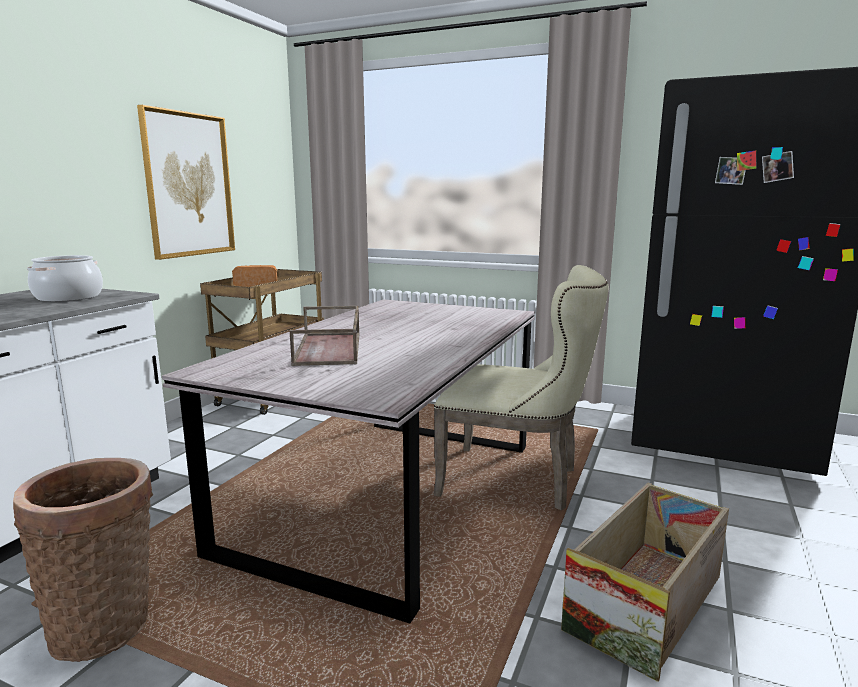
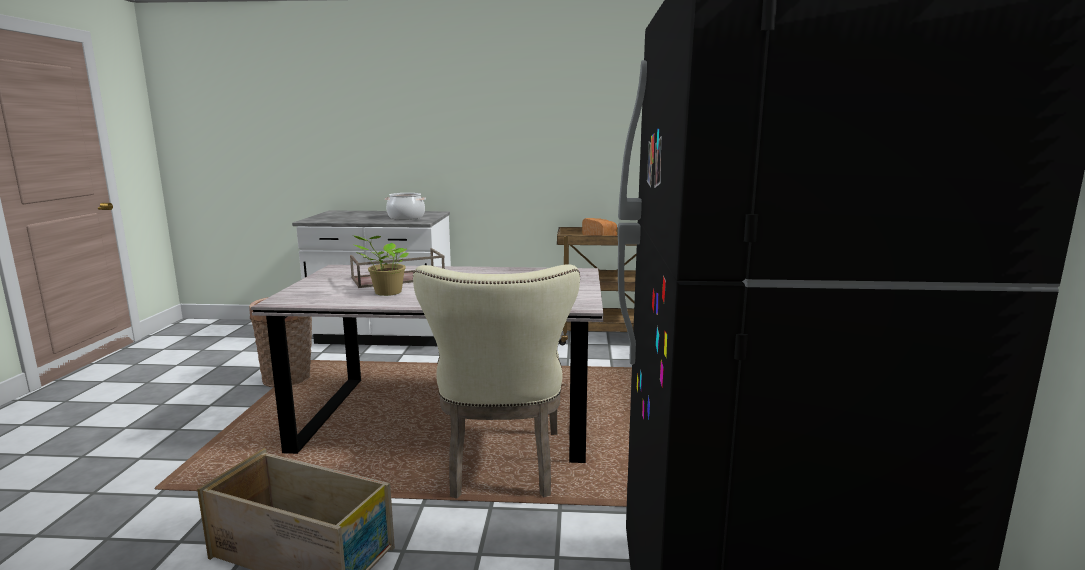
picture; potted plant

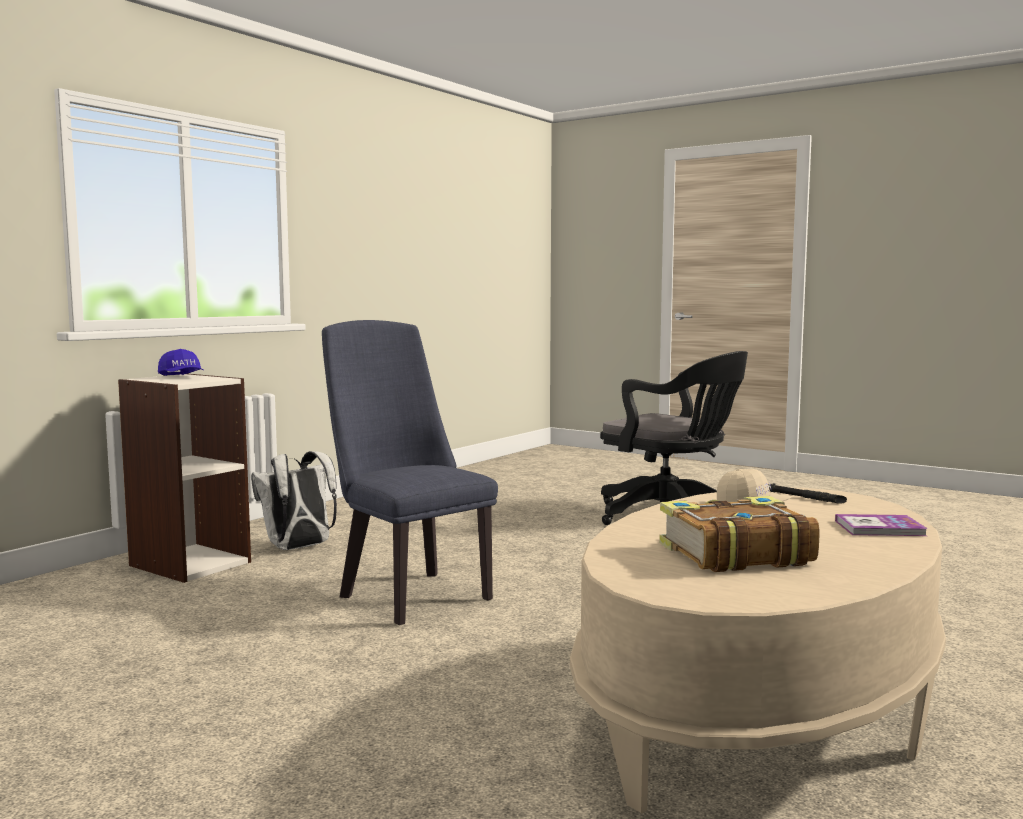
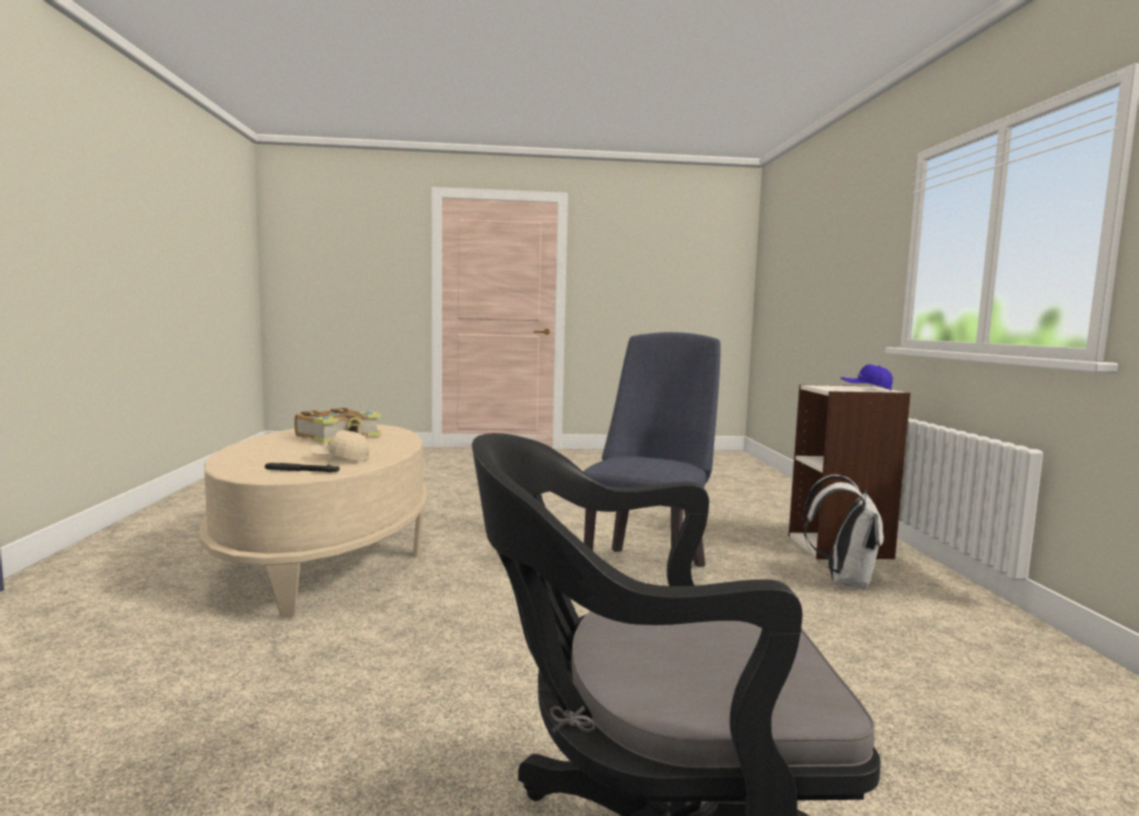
chair (blue); book (no. 2 from left in the first image)

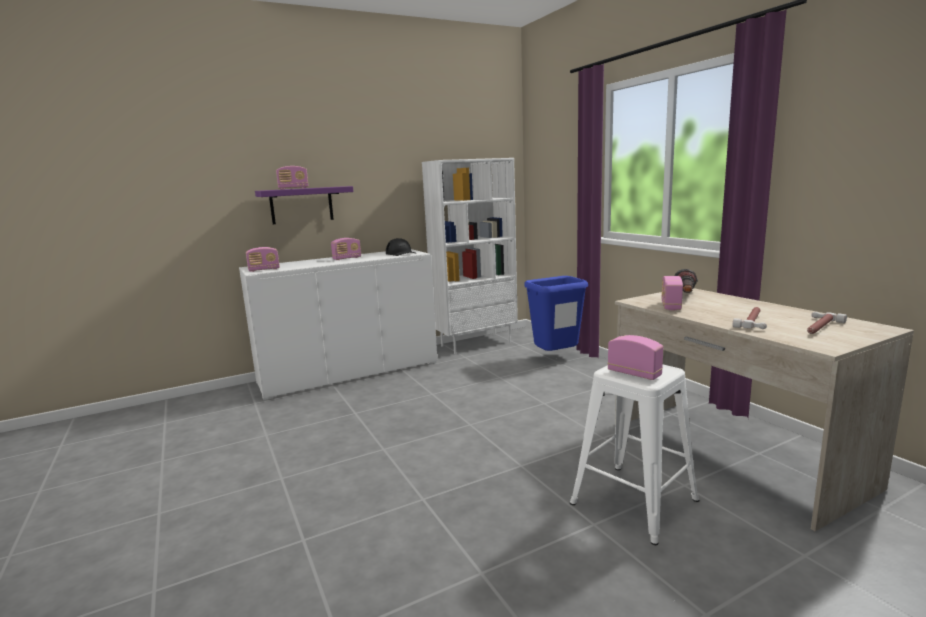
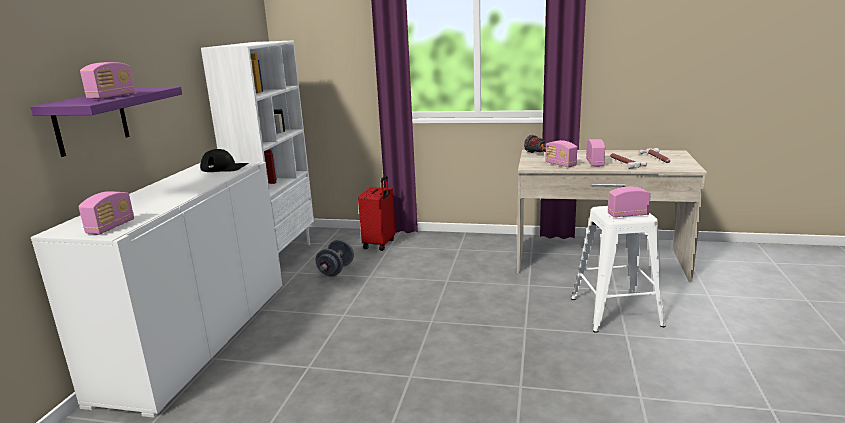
radio (no. 4 from left); suitcase (red); dumbbell (grey)

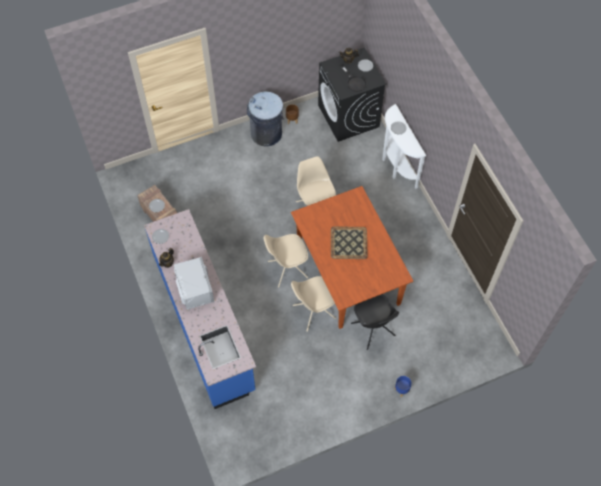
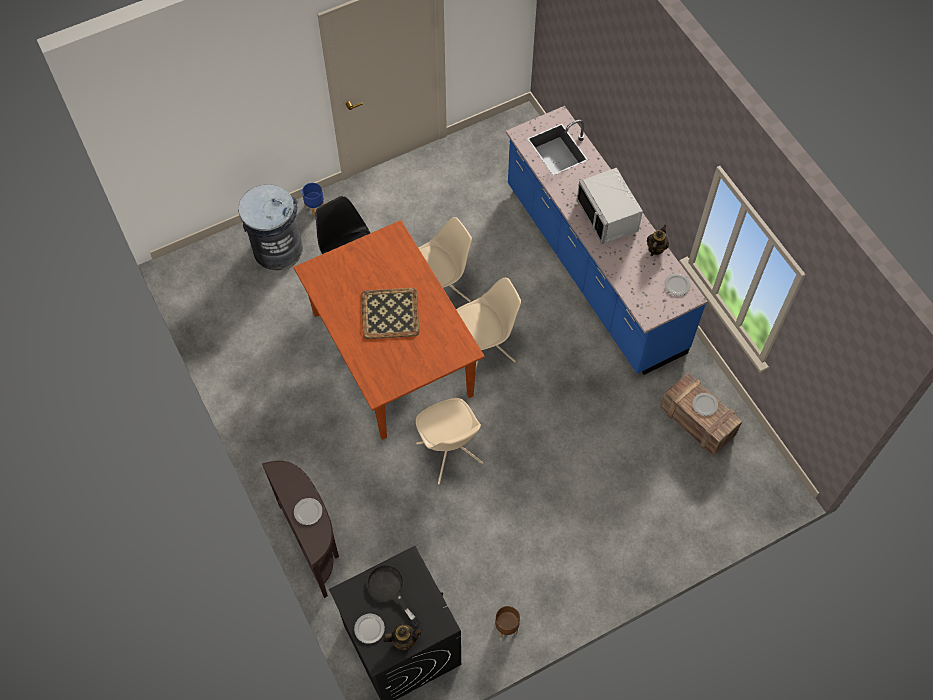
trash can (grey); console table (brown)

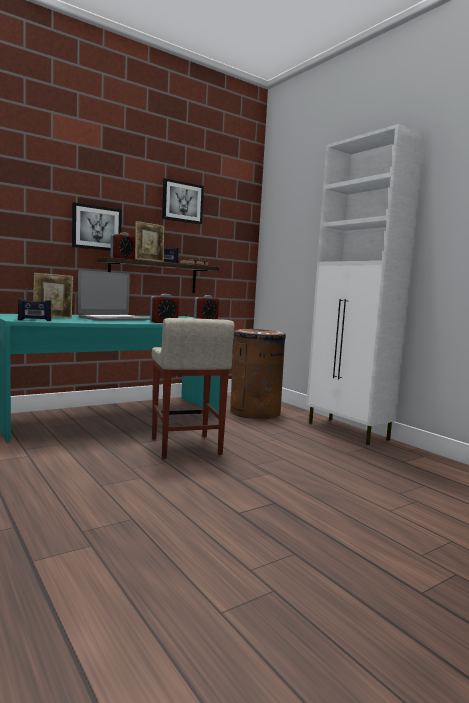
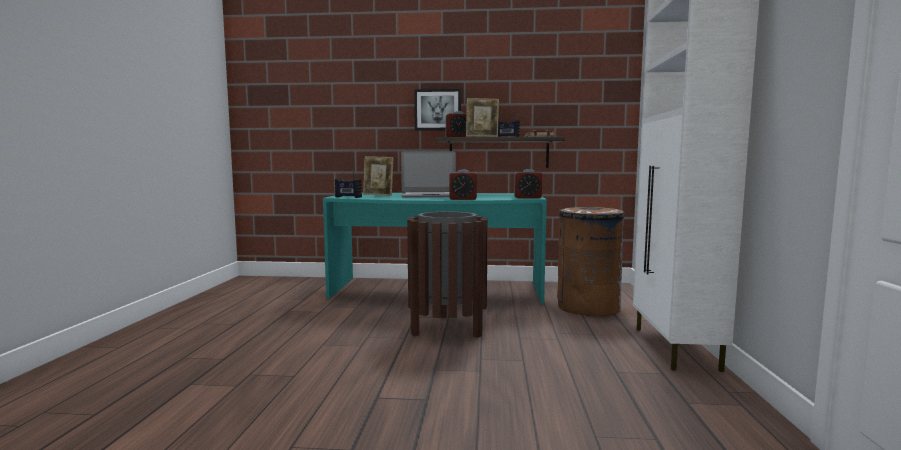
trash can (brown) (no. 1 from left); picture (no. 2 from left in the first image)

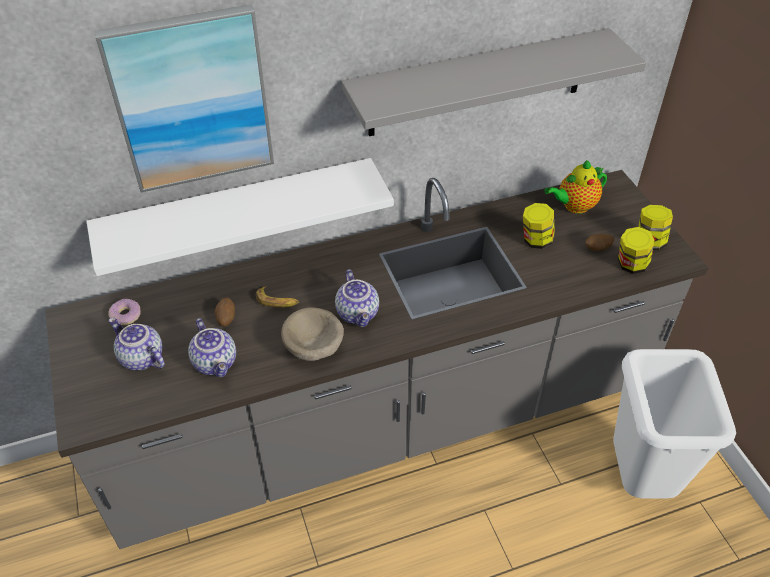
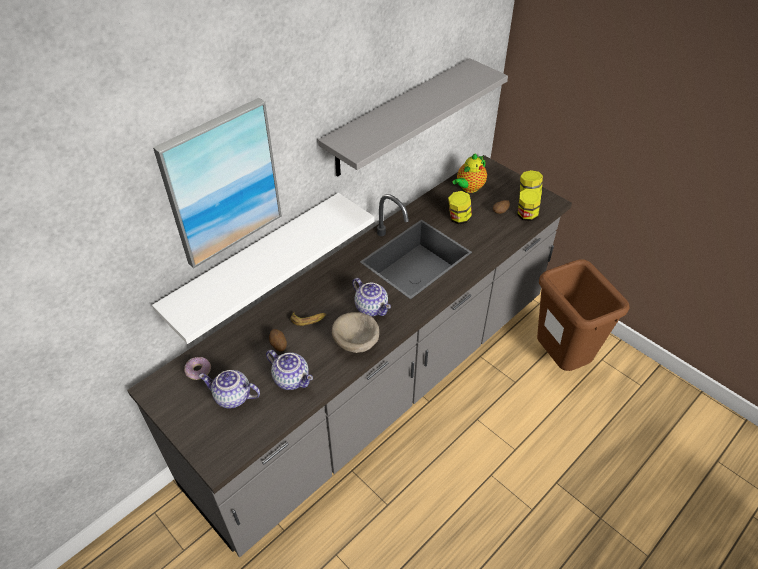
trash can (brown)

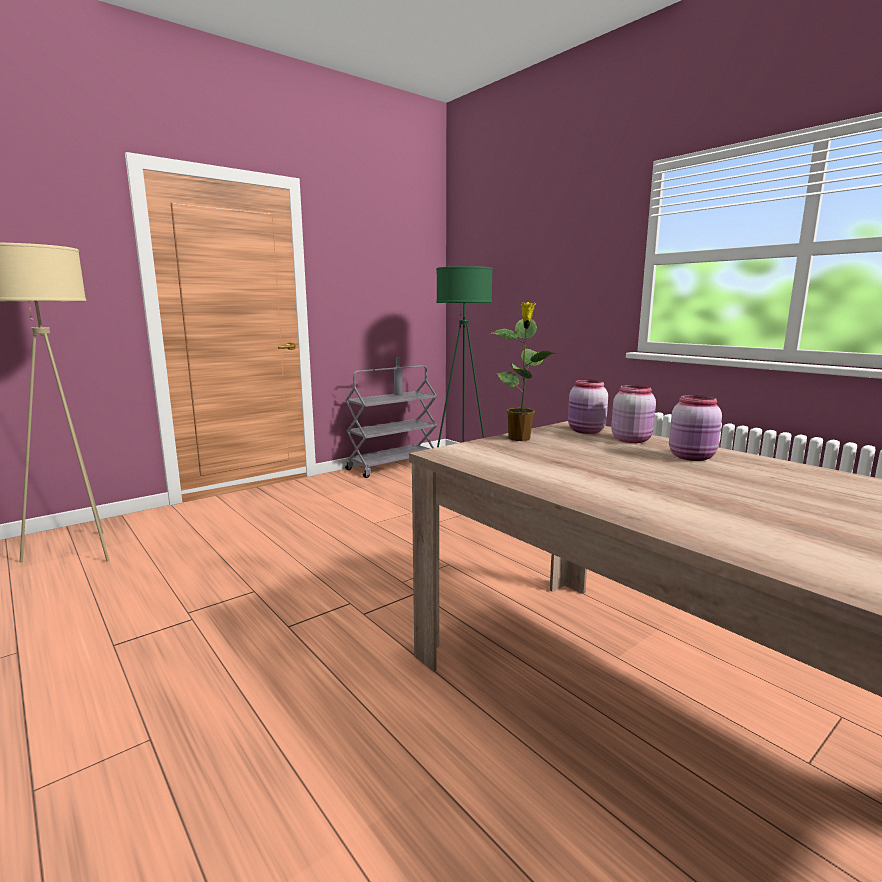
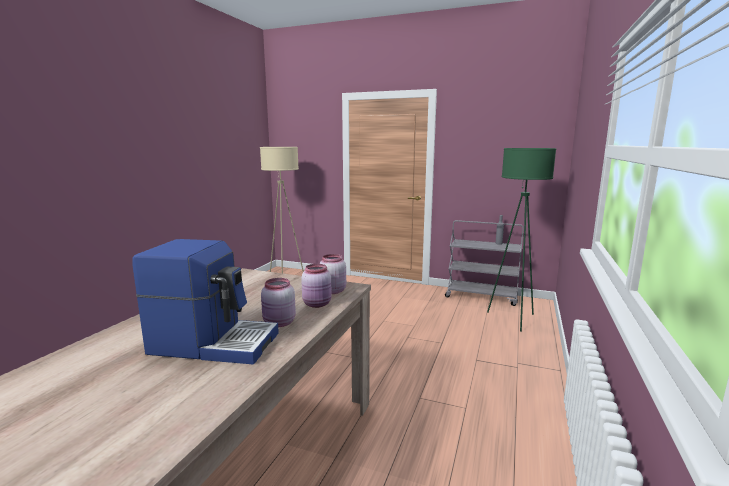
potted plant; coffee machine

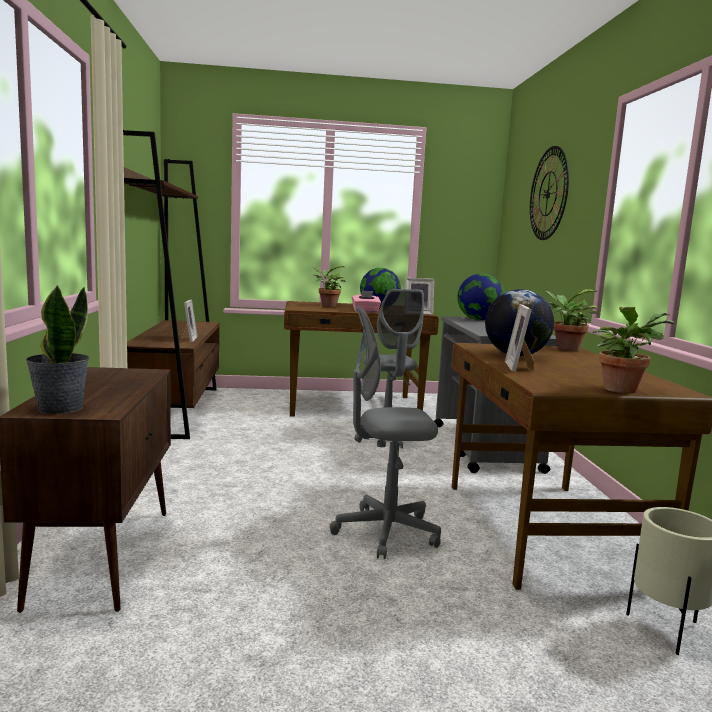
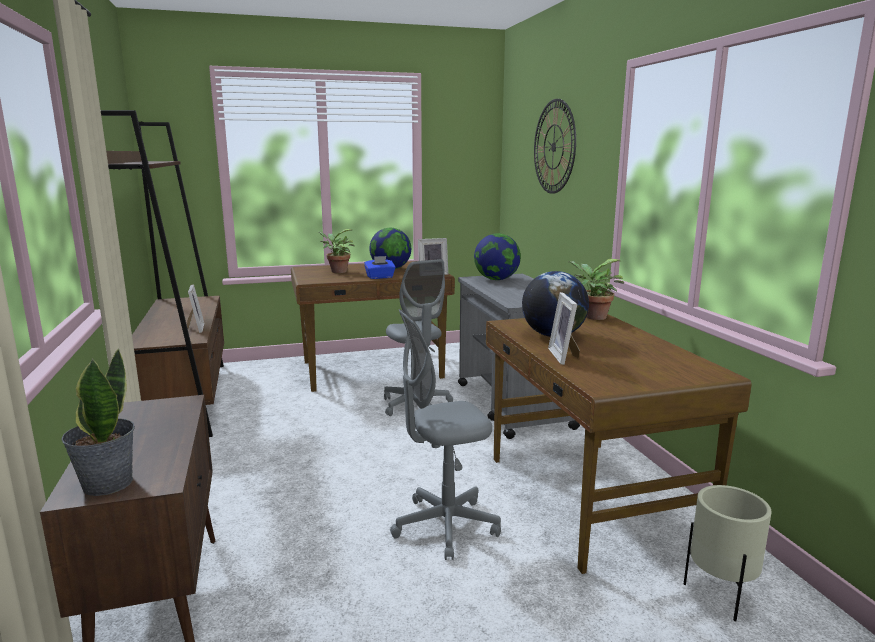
tissue box (blue); potted plant (no. 4 from left in the first image)

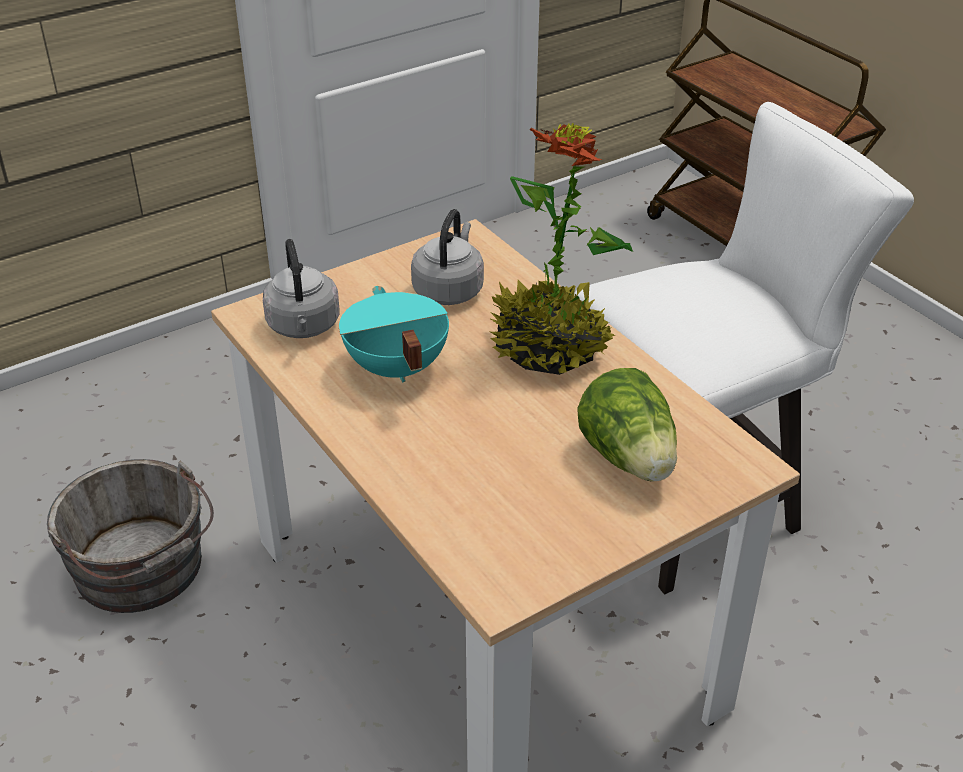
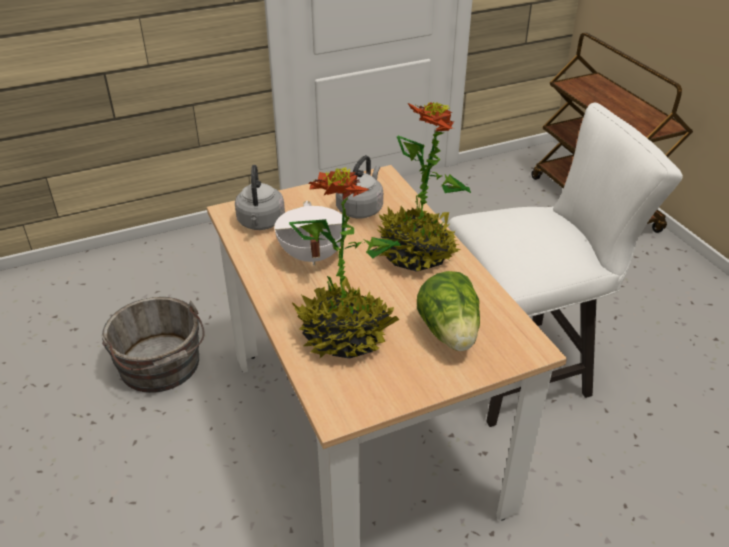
cooking pot (white); potted plant (no. 1 from left)

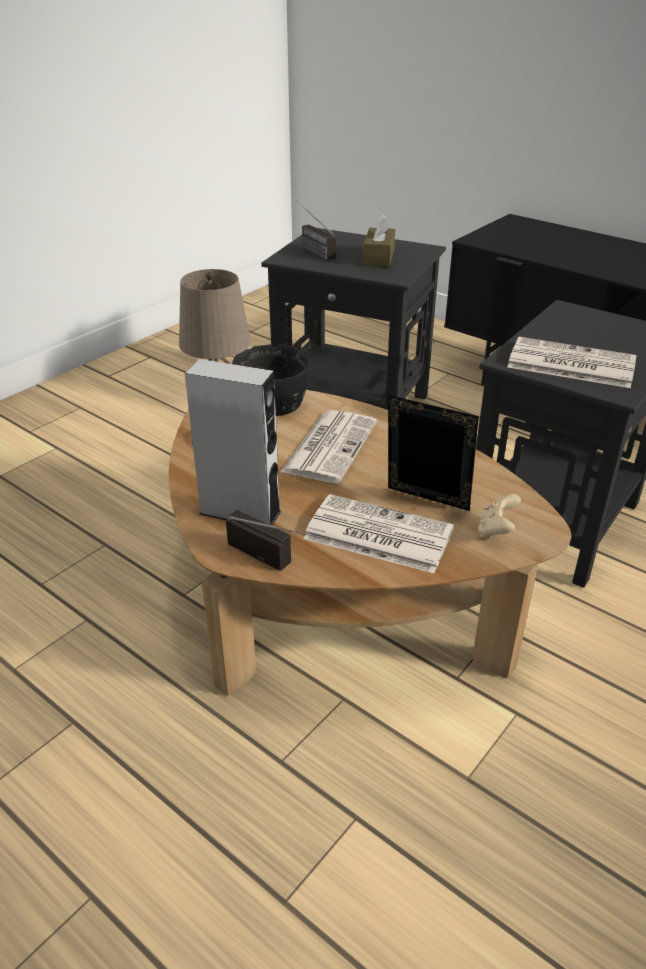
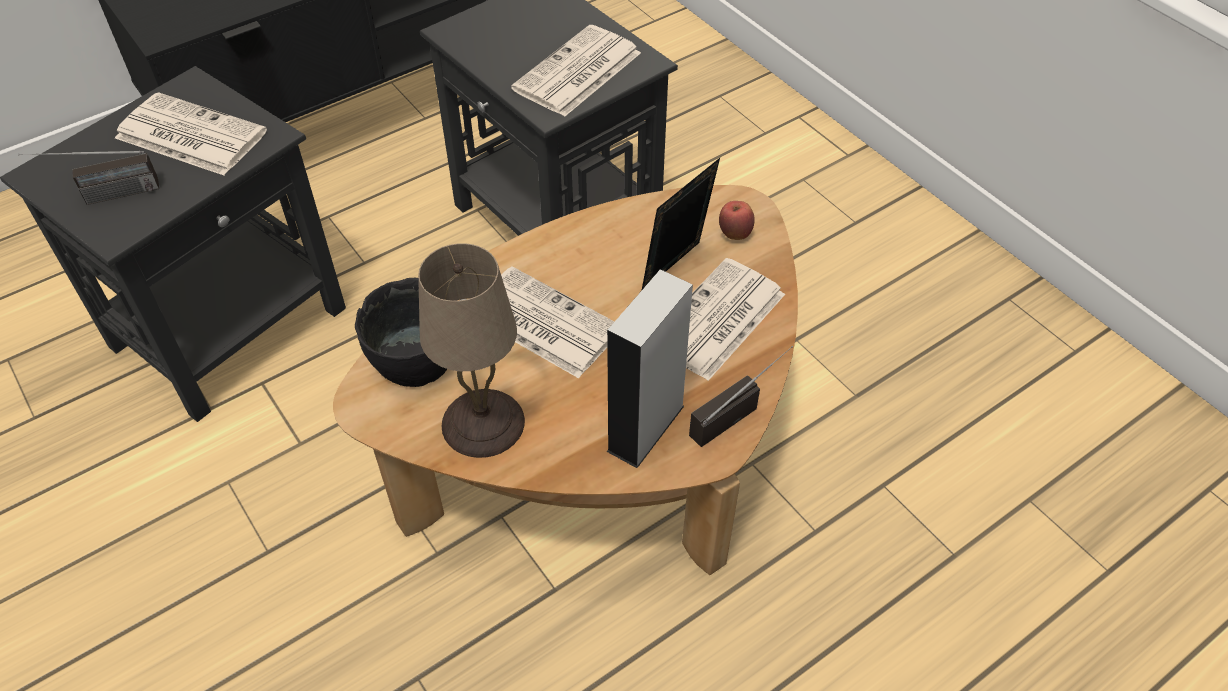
newspaper (no. 1 from left); apple

